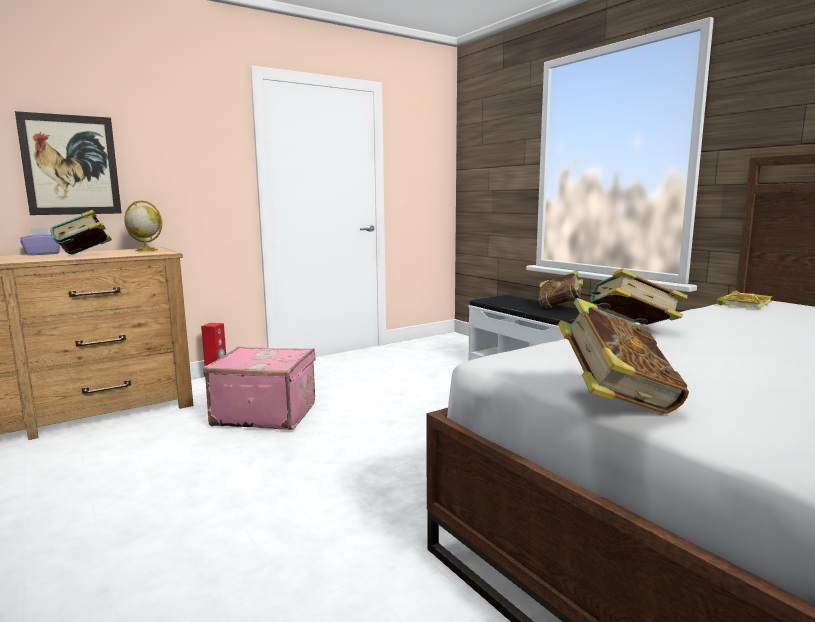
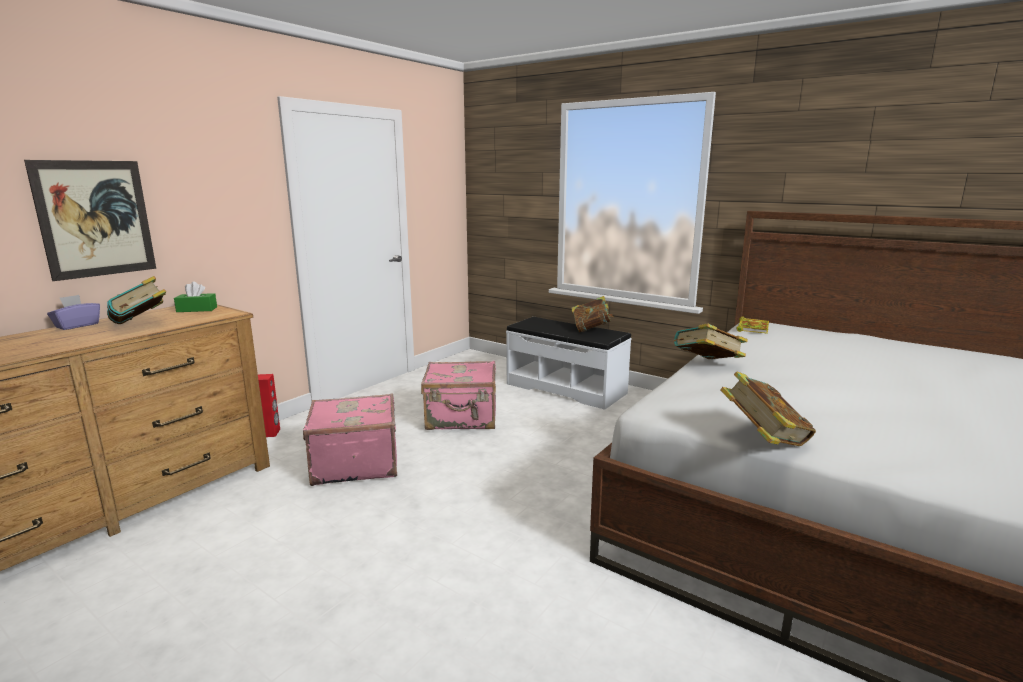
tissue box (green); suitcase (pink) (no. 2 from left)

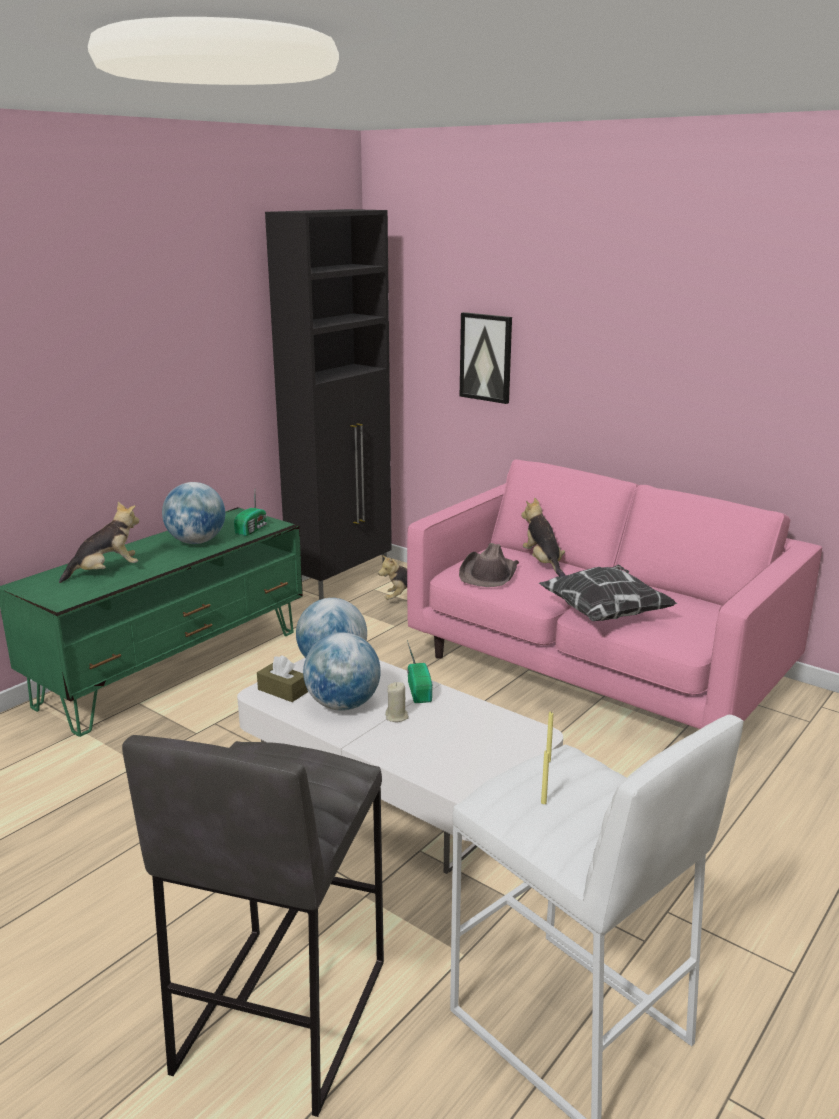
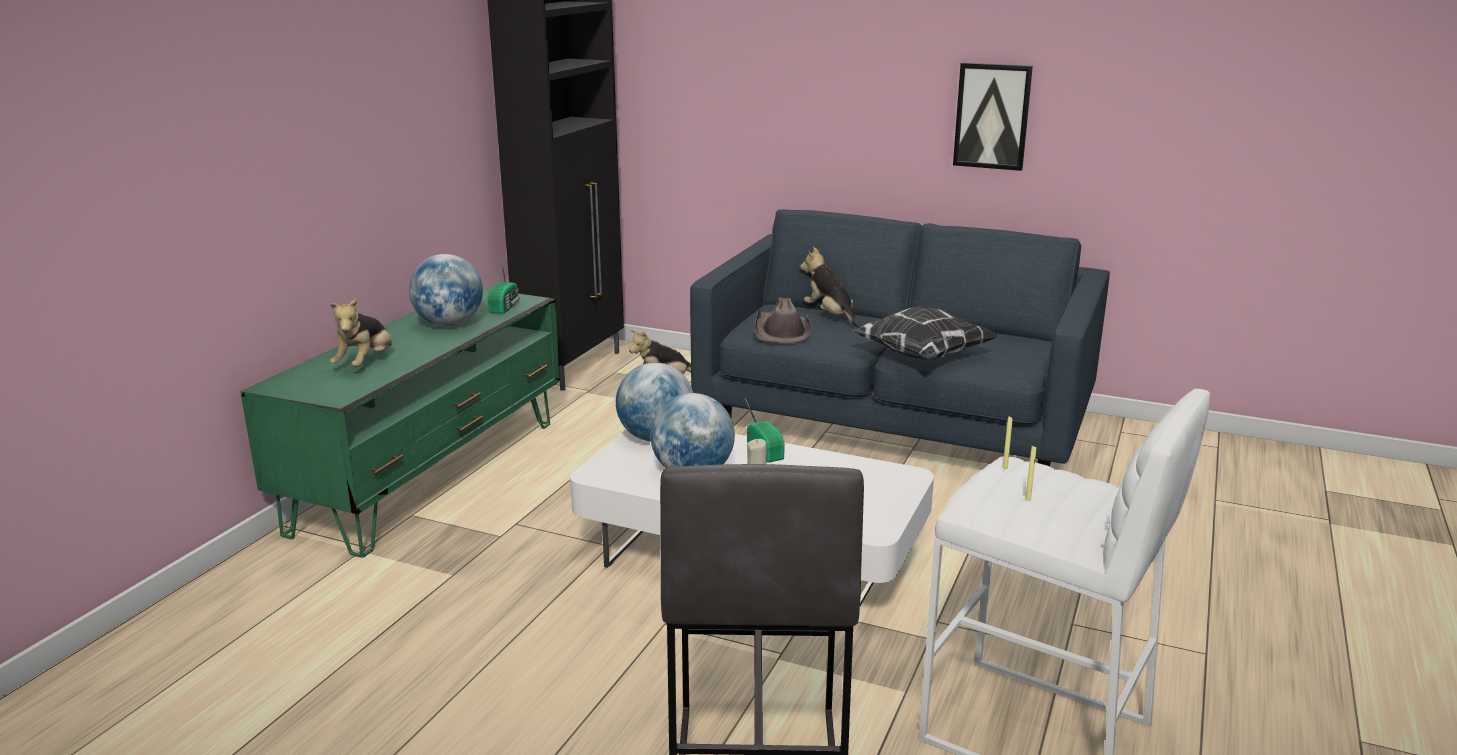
plush toy (no. 1 from left); tissue box (brown); sofa (blue); picture

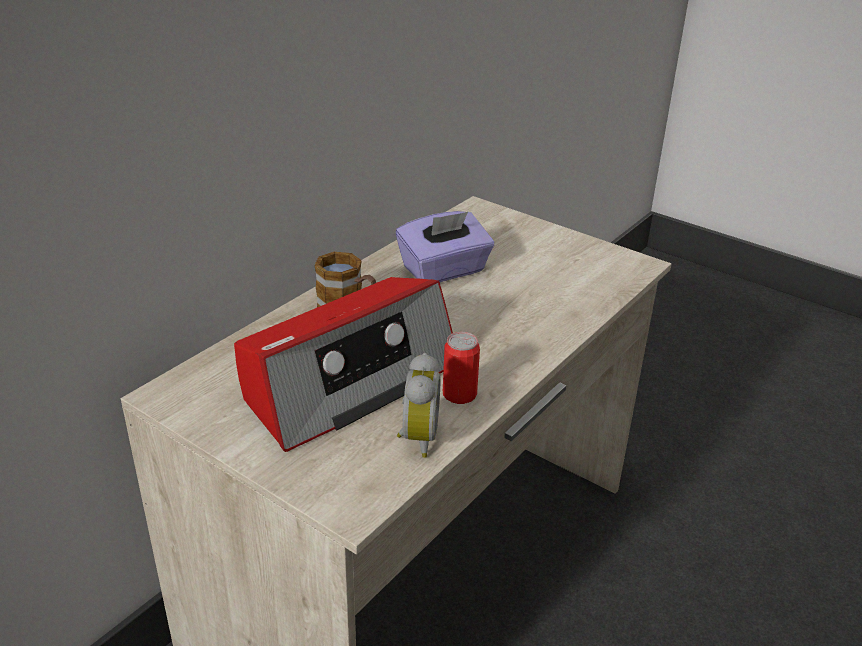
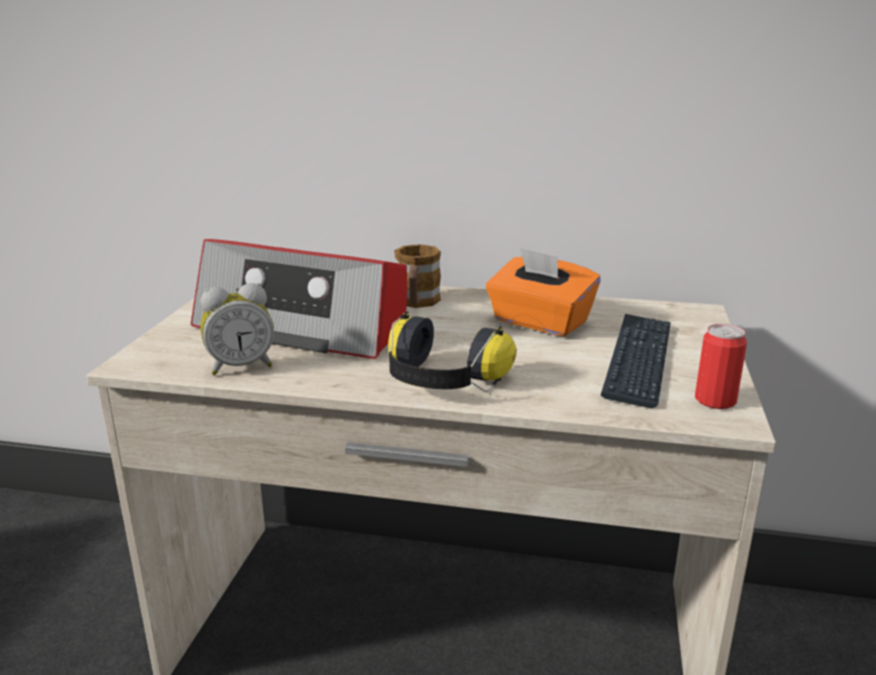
tissue box (orange); can; headphones; keyboard

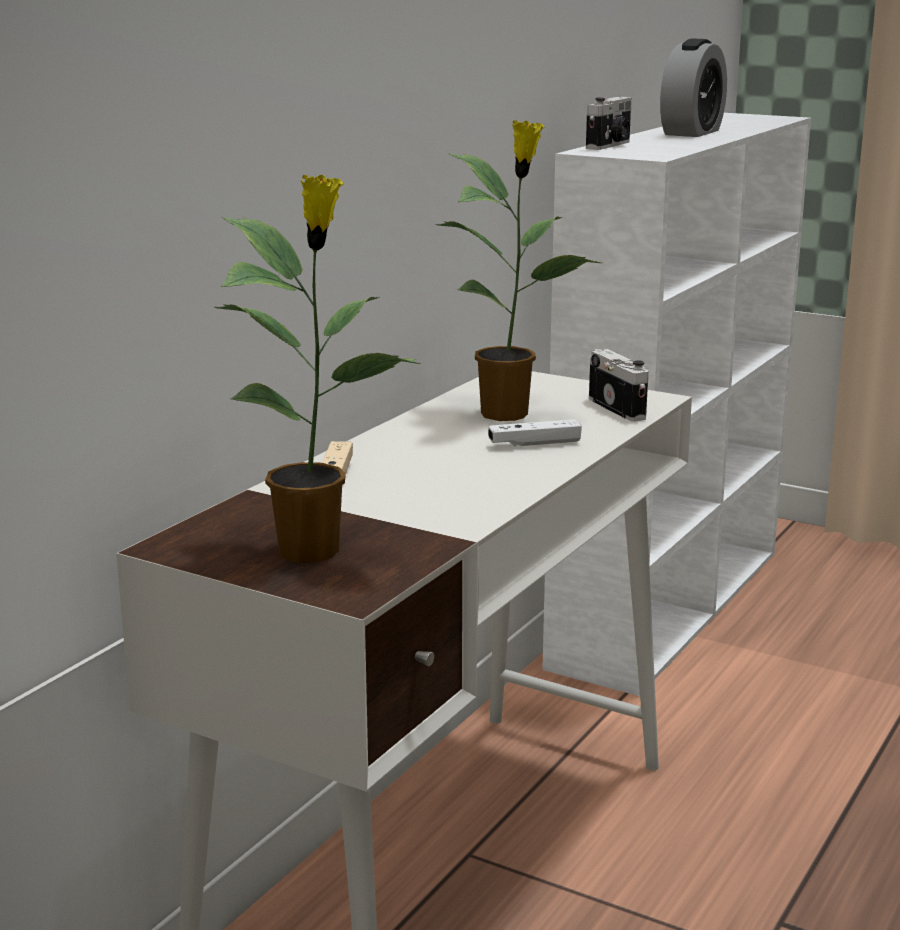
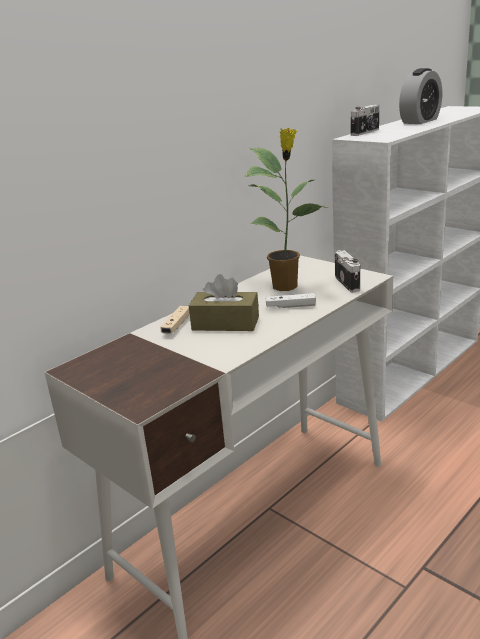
potted plant (no. 1 from left in the first image); tissue box (brown)

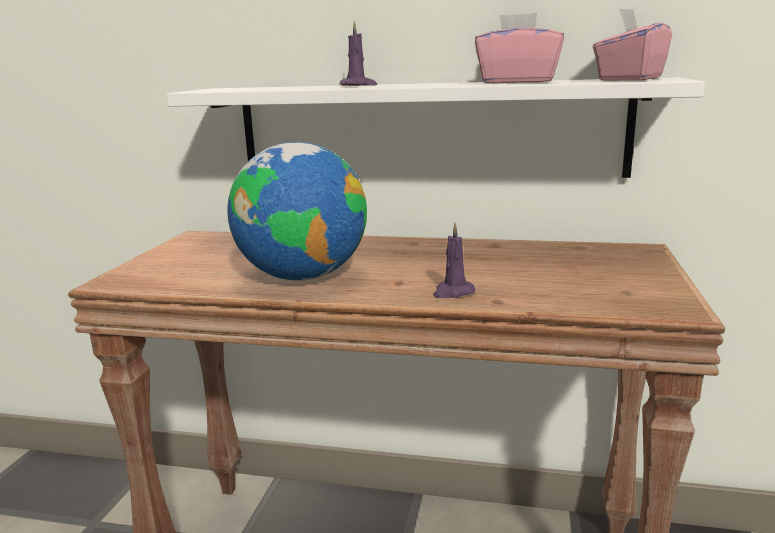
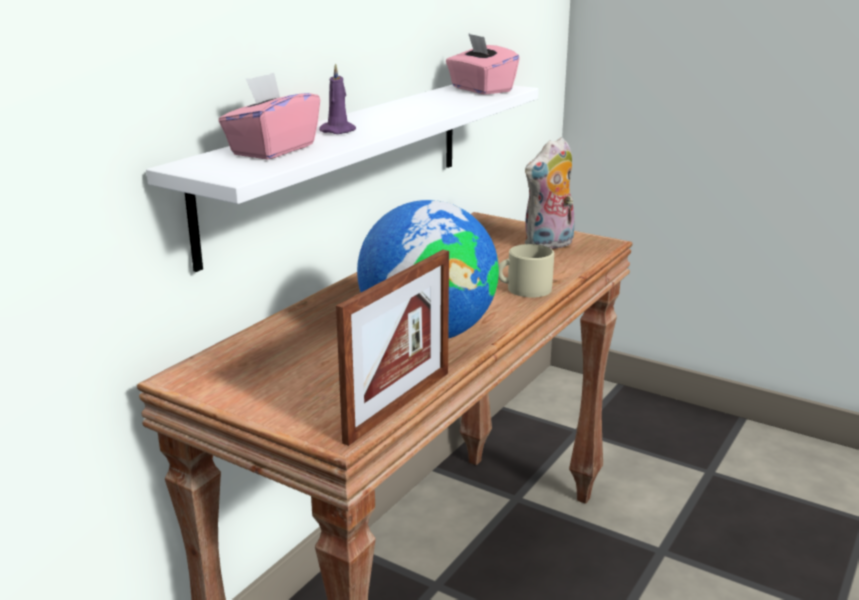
mug (beige); tissue box (pink) (no. 1 from left); picture frame; plush toy

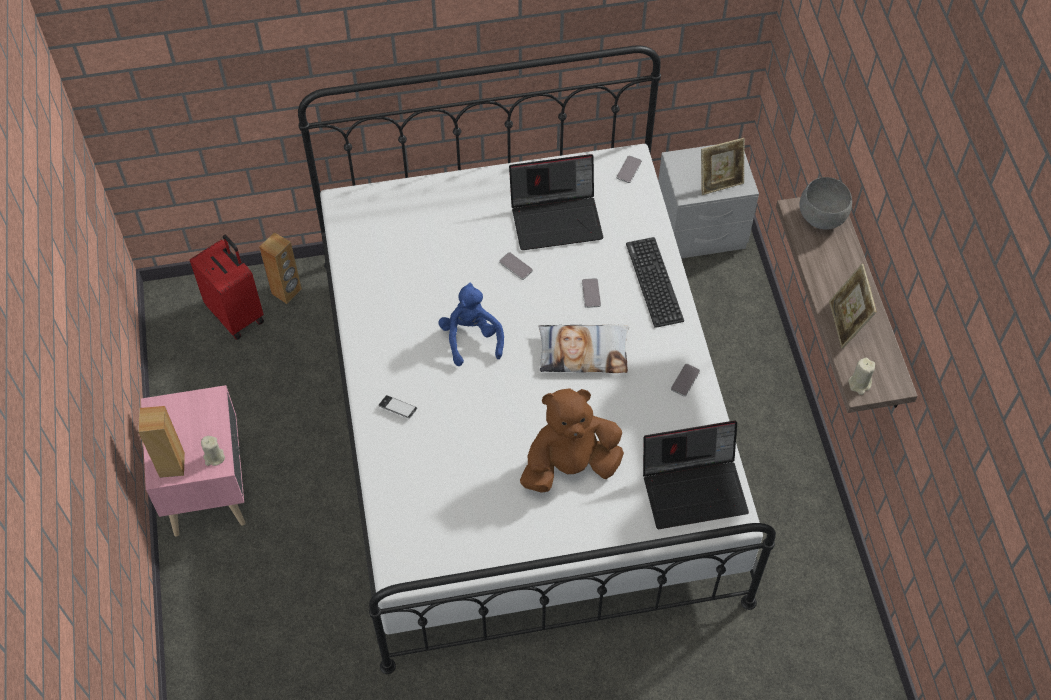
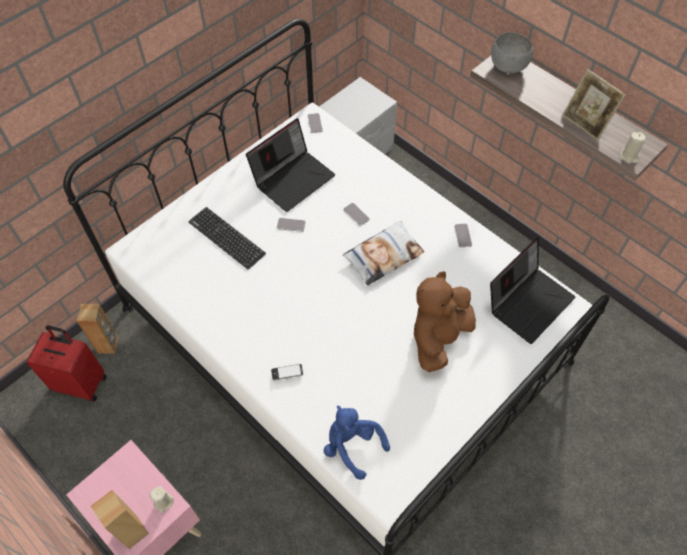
plush toy (blue); keyboard; picture frame (no. 1 from left in the first image)

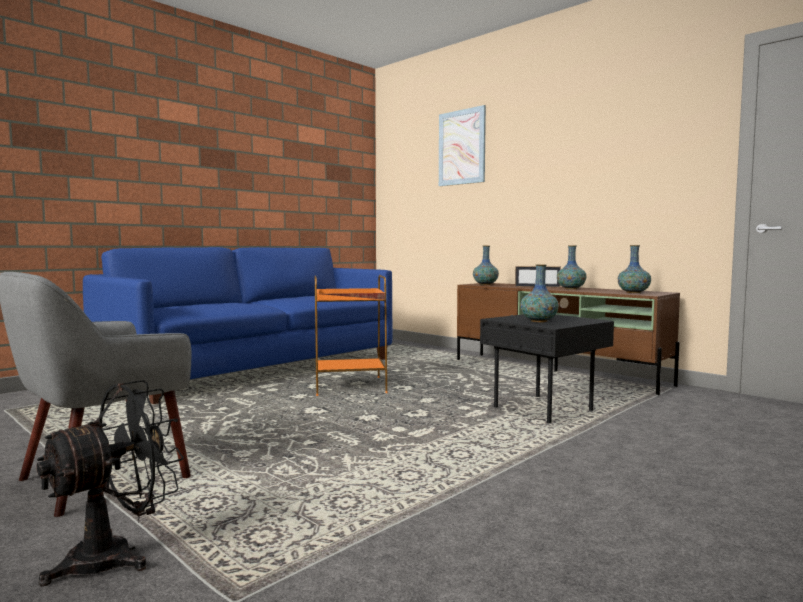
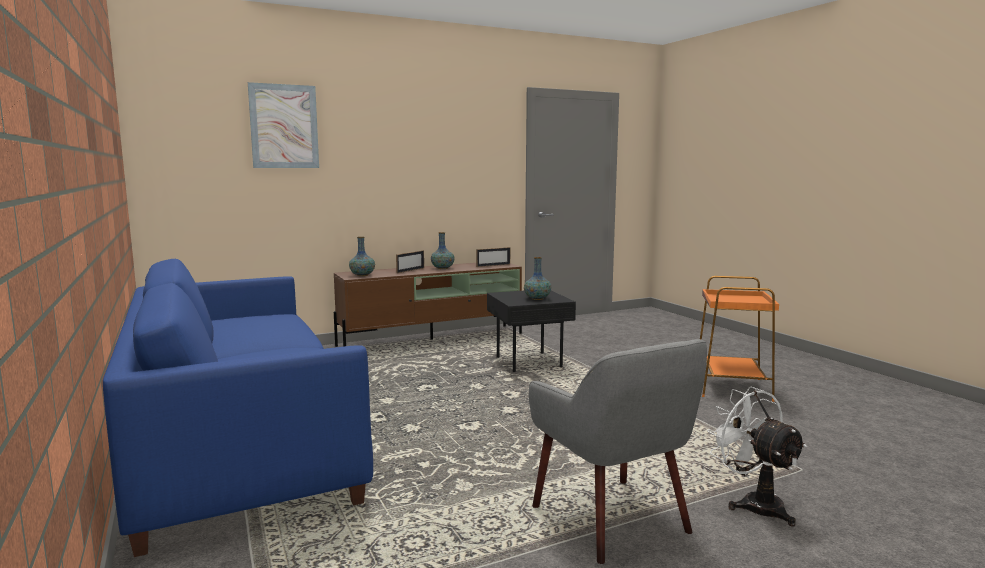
fan (white); side table (orange); picture frame (no. 2 from left)

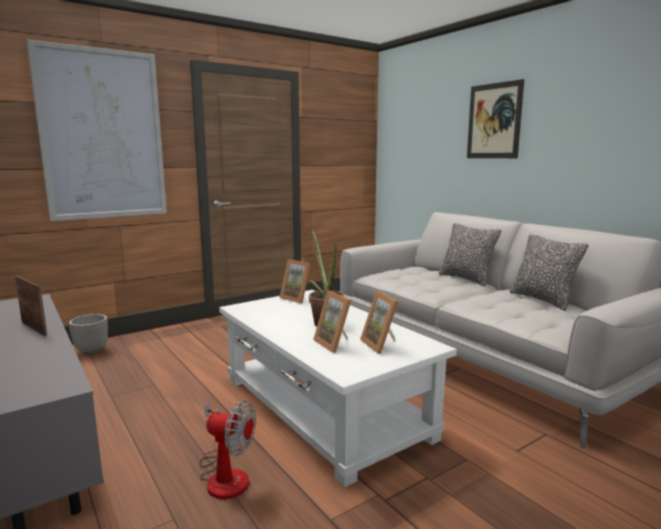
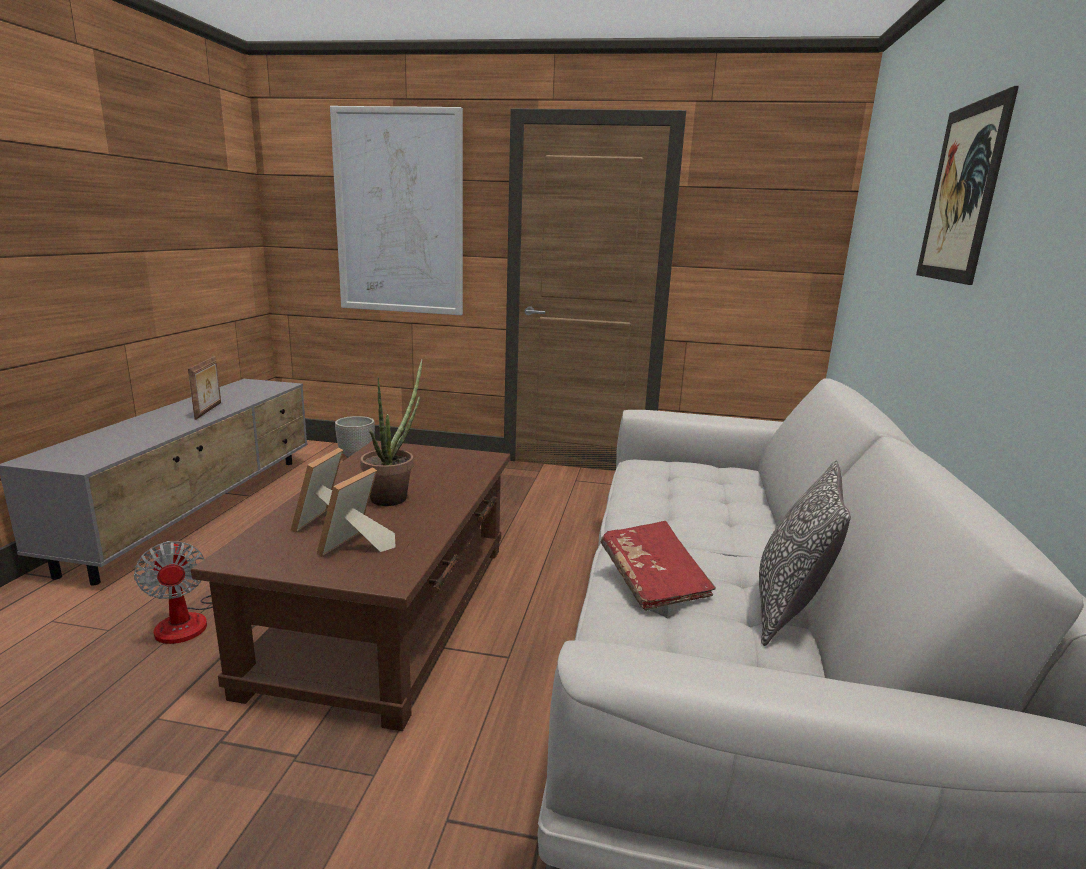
coffee table (brown); picture frame (no. 2 from left in the first image); pillow (no. 1 from left in the first image); book (red)

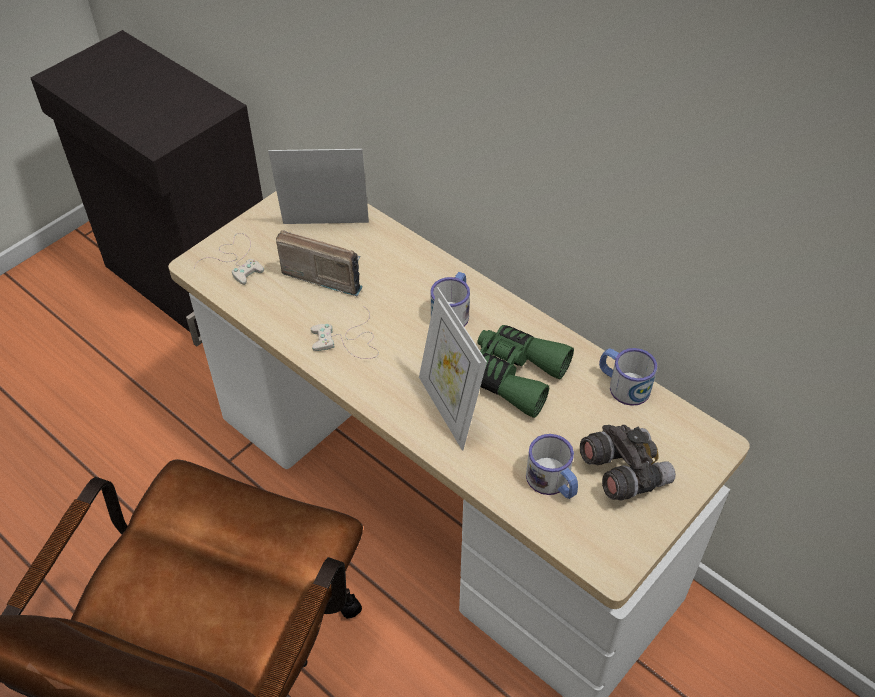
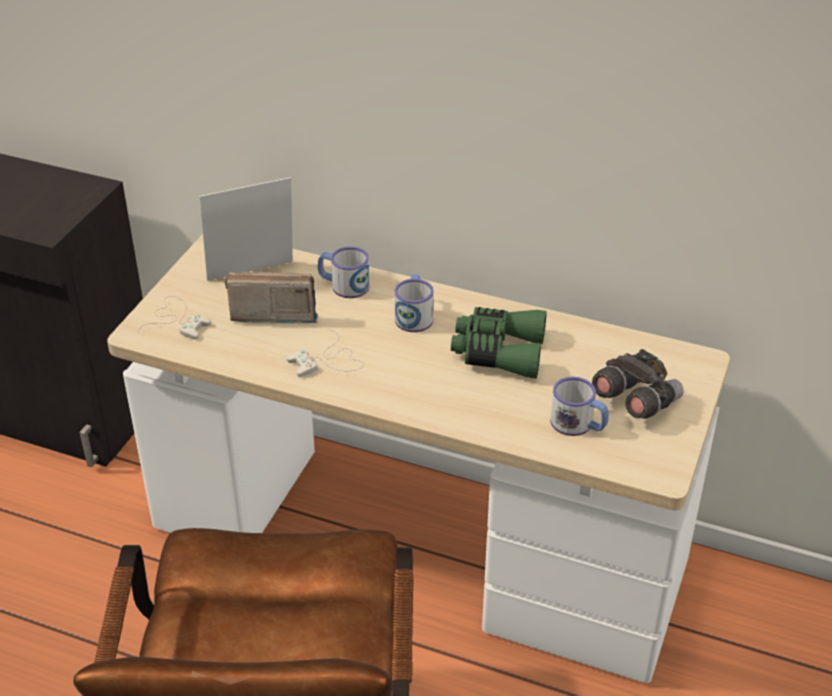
picture frame (no. 2 from left in the first image); mug (no. 1 from left)

